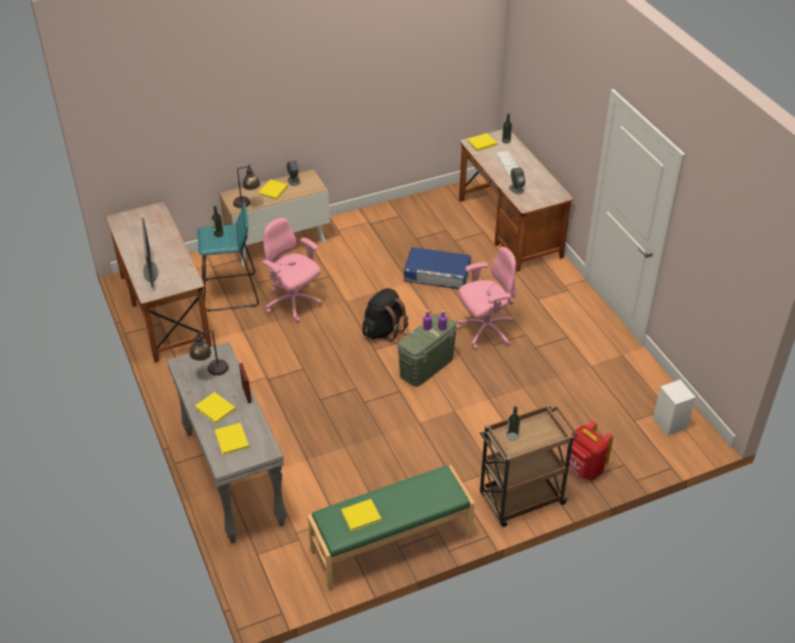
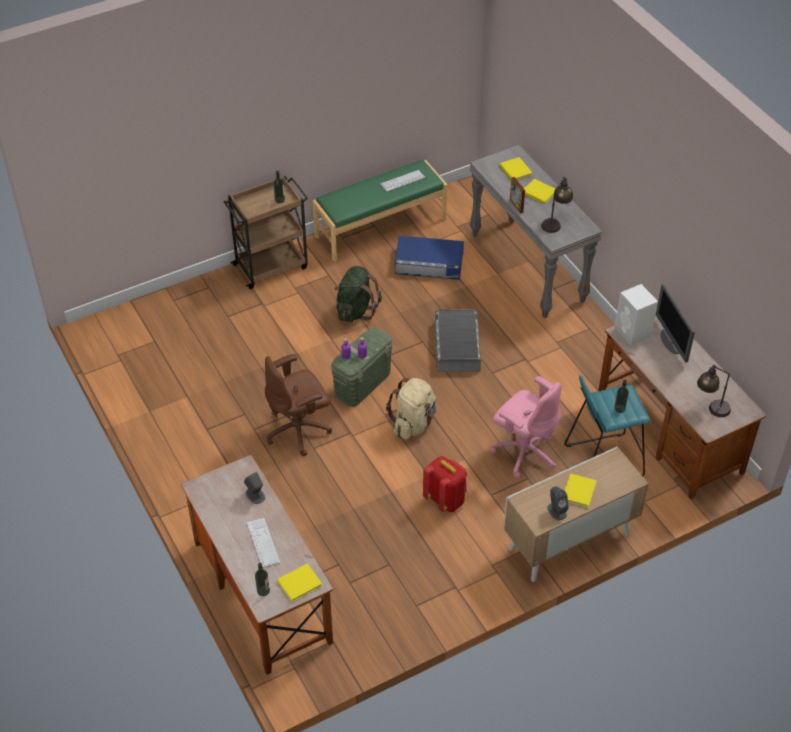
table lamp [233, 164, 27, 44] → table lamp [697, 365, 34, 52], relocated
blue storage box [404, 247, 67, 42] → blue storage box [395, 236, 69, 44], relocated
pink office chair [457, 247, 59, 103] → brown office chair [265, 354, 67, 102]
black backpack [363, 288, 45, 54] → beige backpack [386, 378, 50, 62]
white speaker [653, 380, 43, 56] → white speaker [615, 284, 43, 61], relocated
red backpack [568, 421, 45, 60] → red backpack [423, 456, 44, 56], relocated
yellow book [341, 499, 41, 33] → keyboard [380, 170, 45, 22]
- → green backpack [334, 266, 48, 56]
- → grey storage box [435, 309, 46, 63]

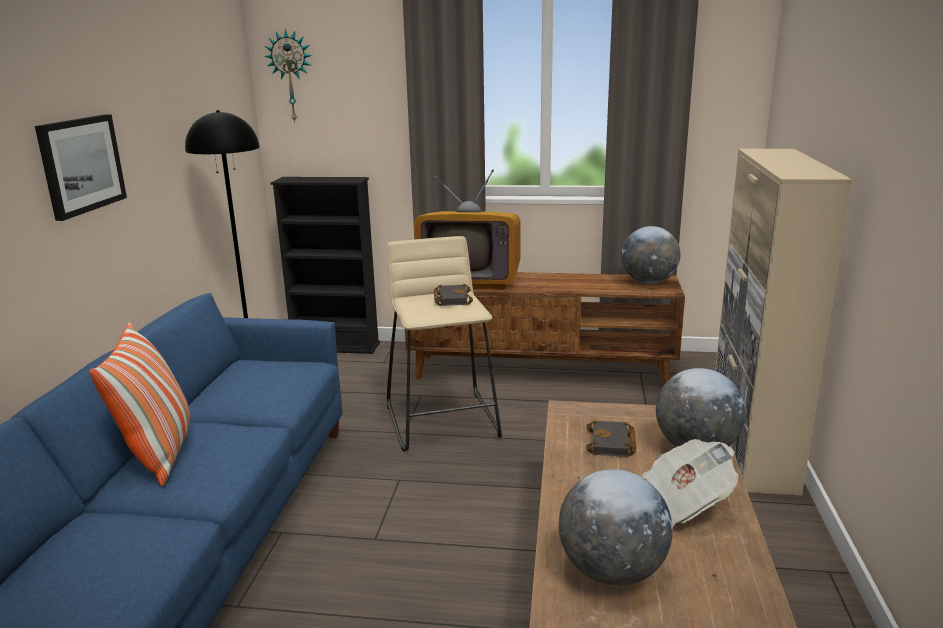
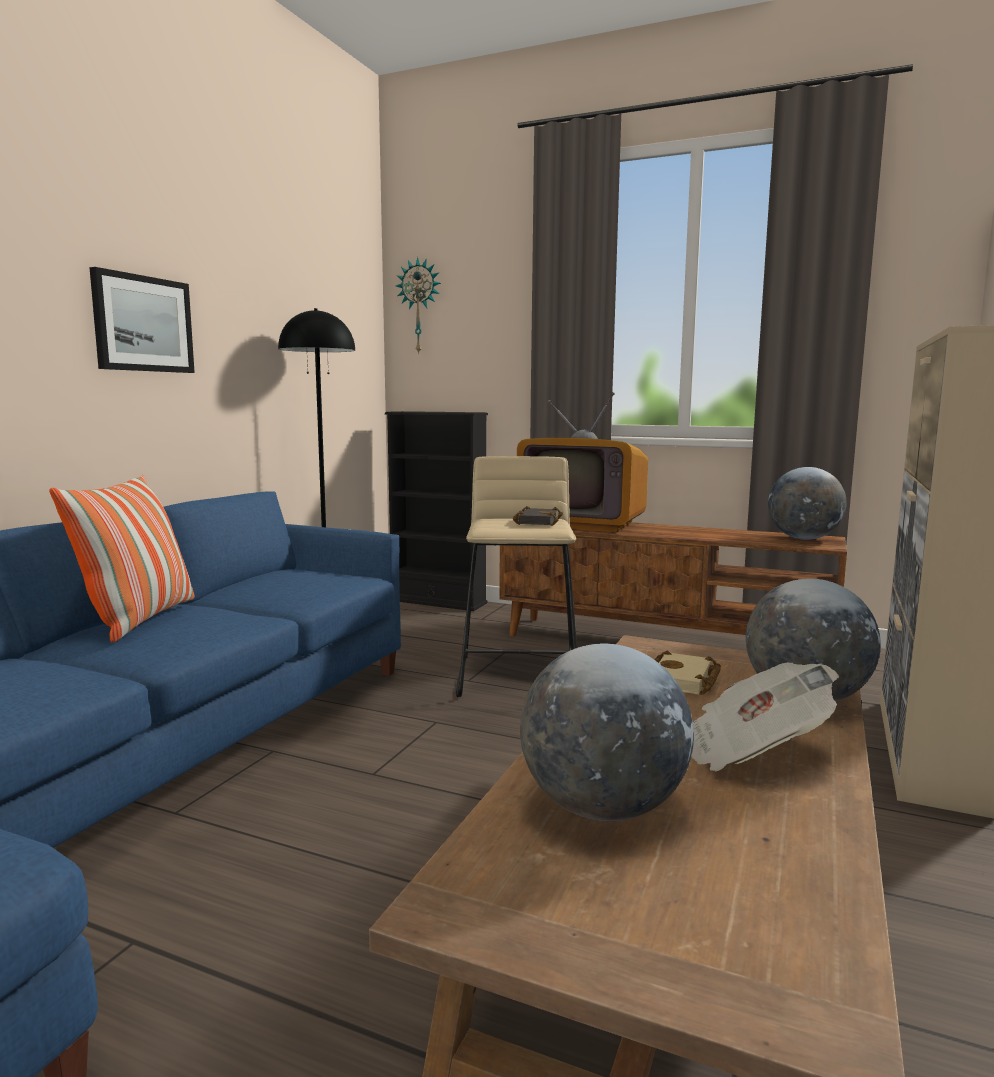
black book [586, 421, 50, 36] → beige book [655, 651, 66, 44]

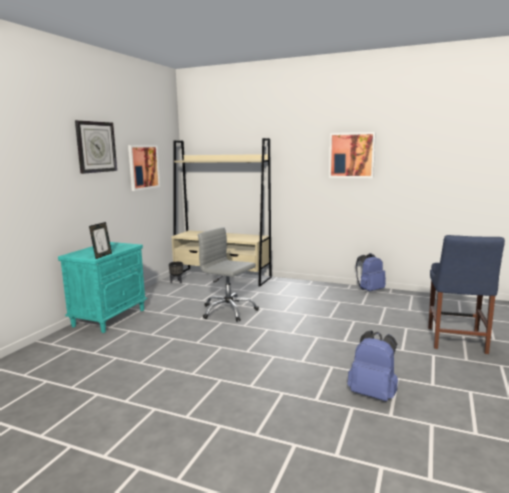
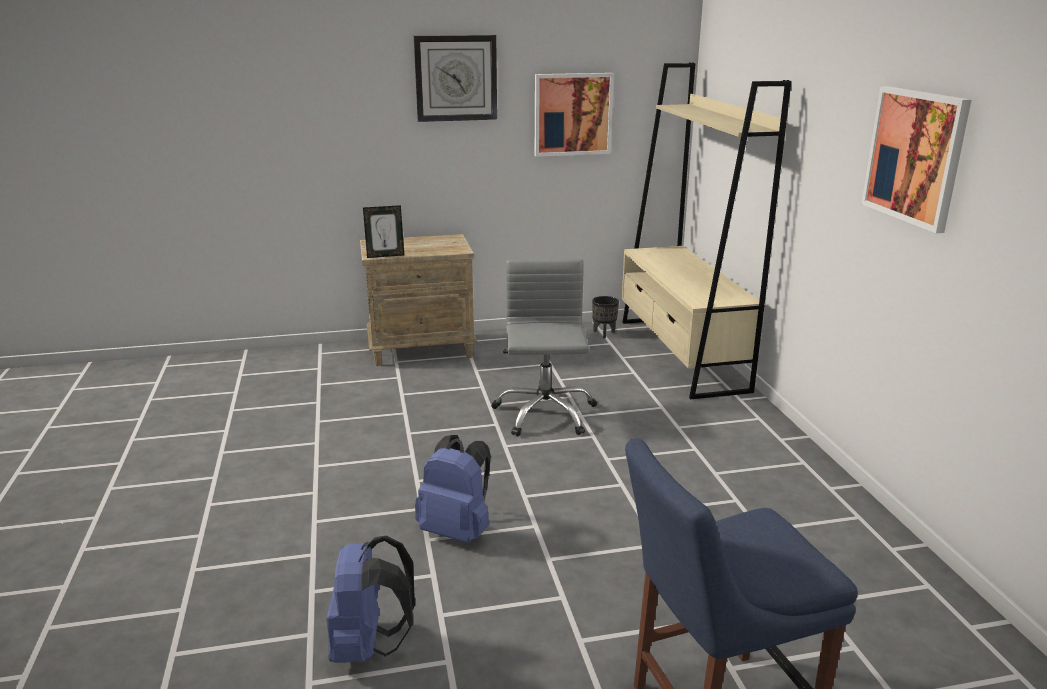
turquoise nightstand [58, 242, 90, 91] → beige nightstand [360, 234, 118, 132]
blue backpack [356, 253, 30, 38] → blue backpack [415, 435, 76, 108], relocated

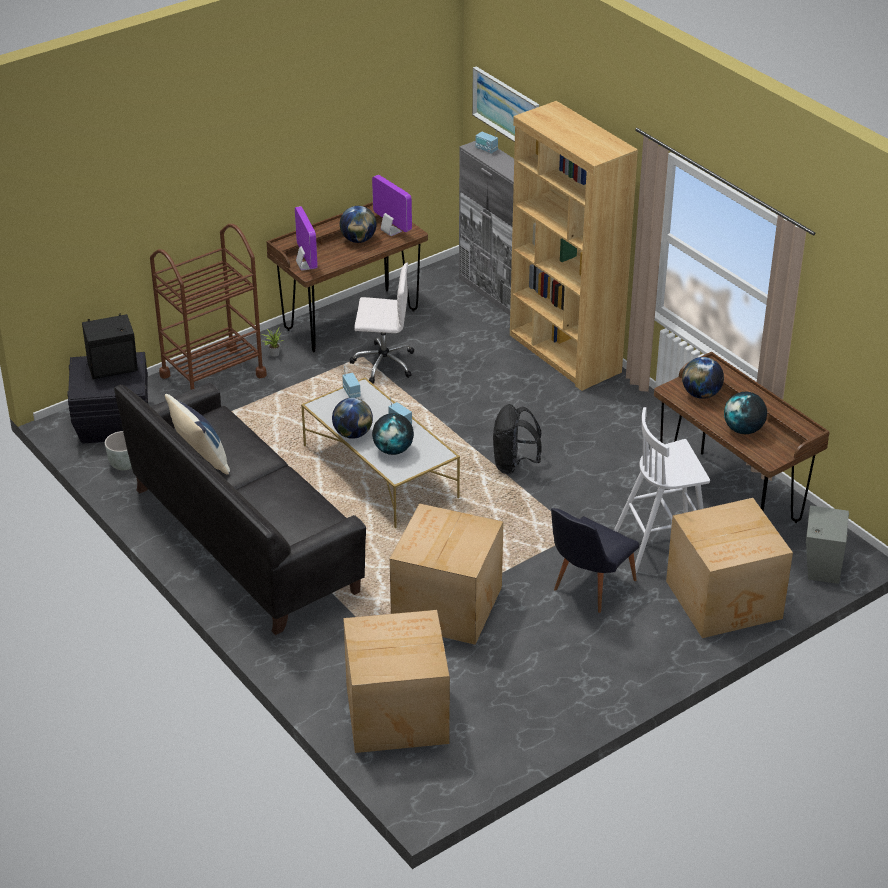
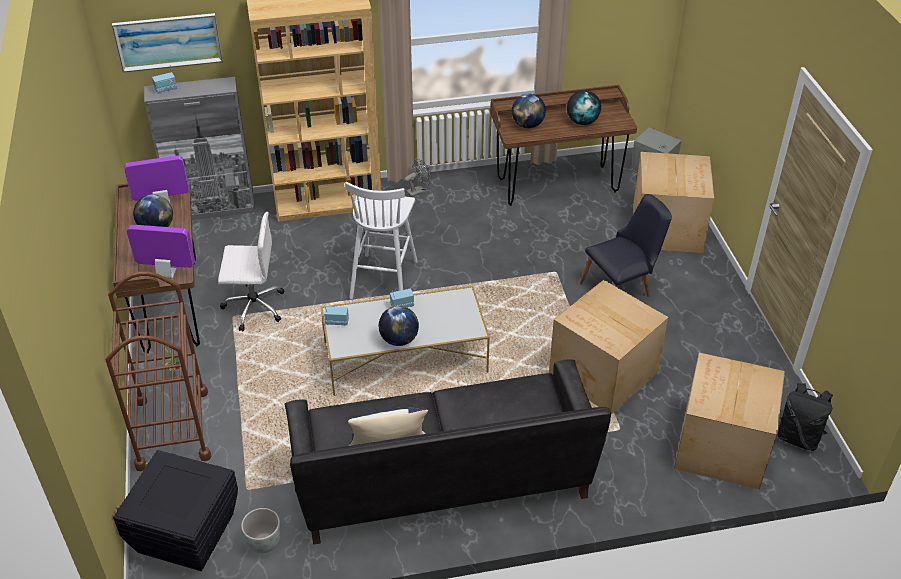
white office chair [349, 262, 65, 122] → white office chair [218, 212, 66, 120], 60 degrees clockwise
black speaker [82, 313, 56, 66] → -
black backpack [493, 404, 49, 71] → black backpack [777, 383, 56, 68], relocated
white stool [614, 407, 96, 166] → white stool [345, 181, 73, 118], relocated
globe [372, 413, 42, 42] → -
black chair [551, 508, 89, 105] → black chair [580, 194, 92, 103], 90 degrees counterclockwise
- → grey fan [404, 158, 27, 39]

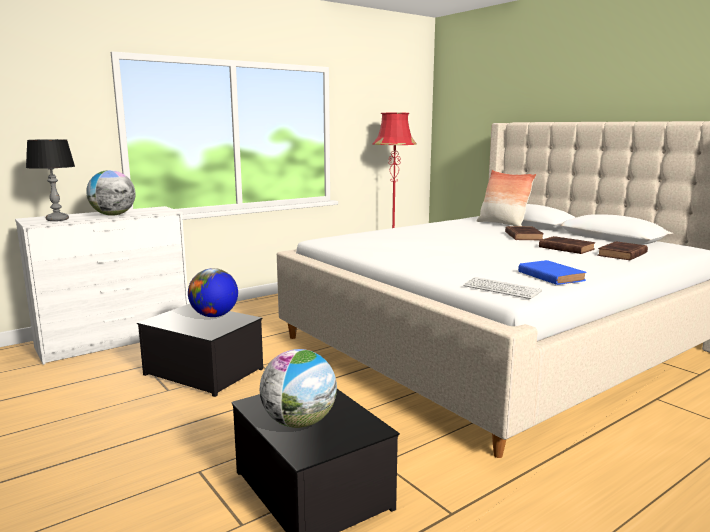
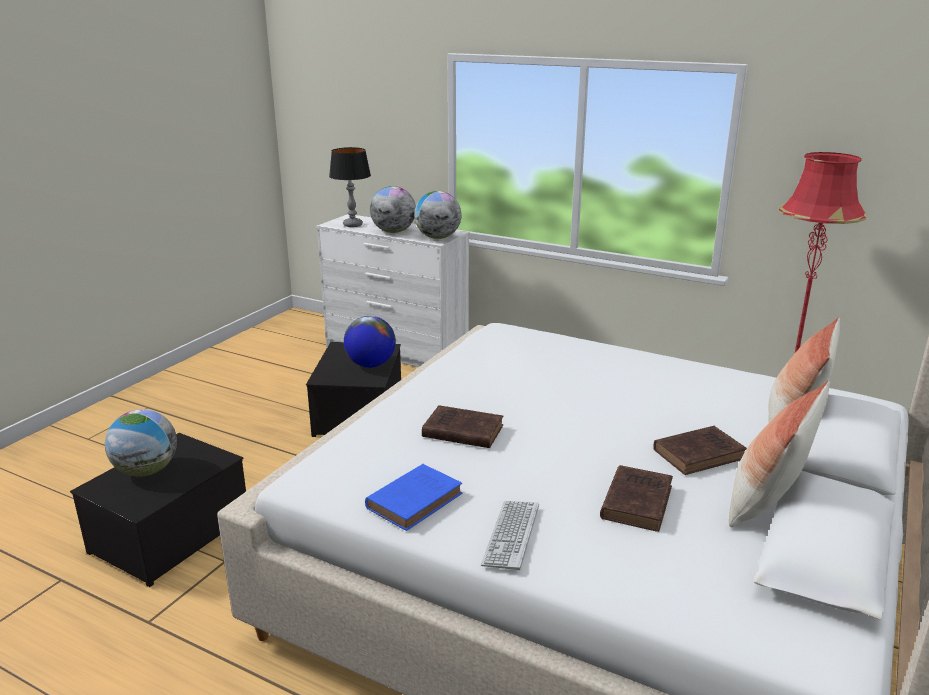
brown book [597, 241, 51, 19] → brown book [422, 405, 81, 43], relocated
keyboard [463, 277, 79, 22] → keyboard [481, 501, 58, 69], relocated
- → globe [414, 191, 48, 48]
- → pillow [729, 381, 101, 146]

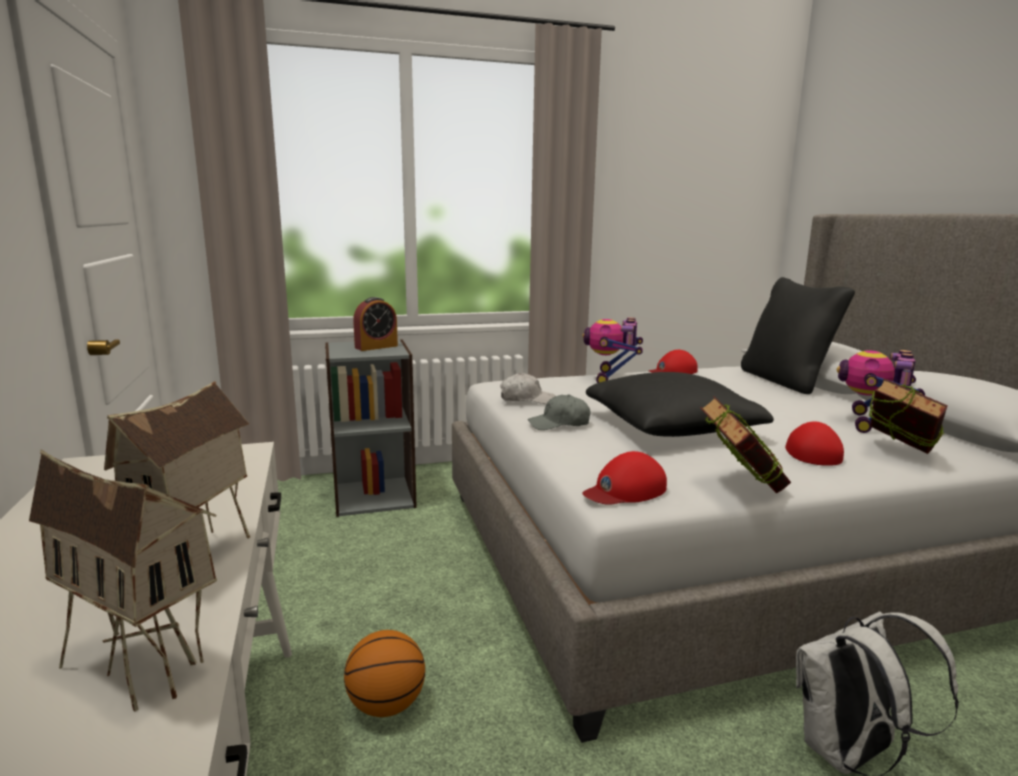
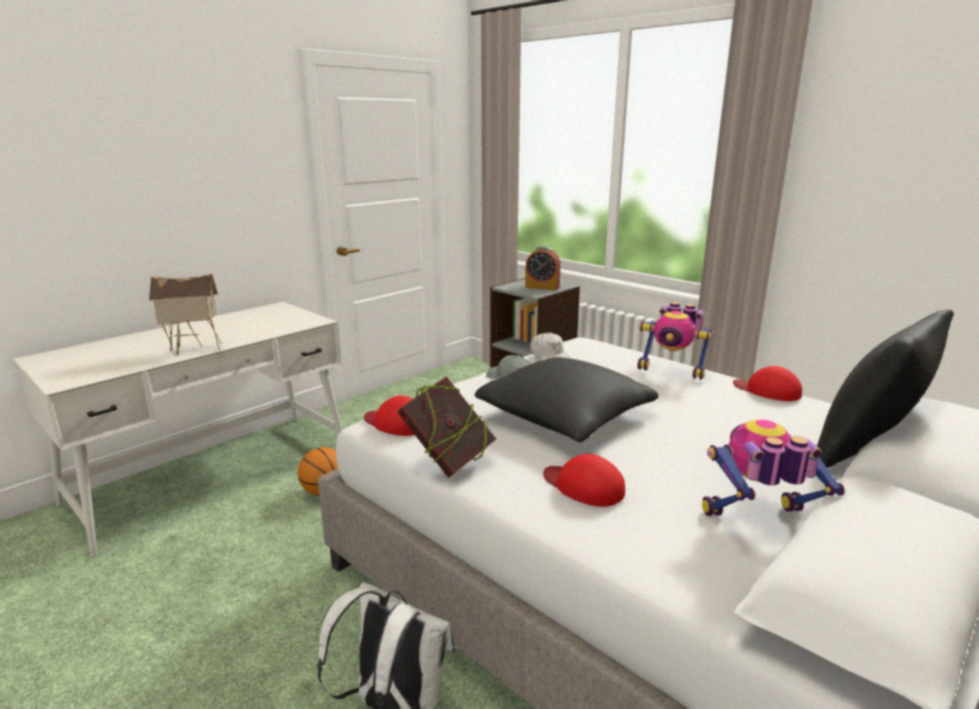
toy robot [582, 317, 61, 66] → toy robot [637, 302, 76, 78], 135 degrees counterclockwise
book [869, 378, 79, 76] → -
red cap [785, 422, 59, 44] → red cap [543, 454, 82, 53], 120 degrees counterclockwise
toy house [29, 450, 188, 262] → -

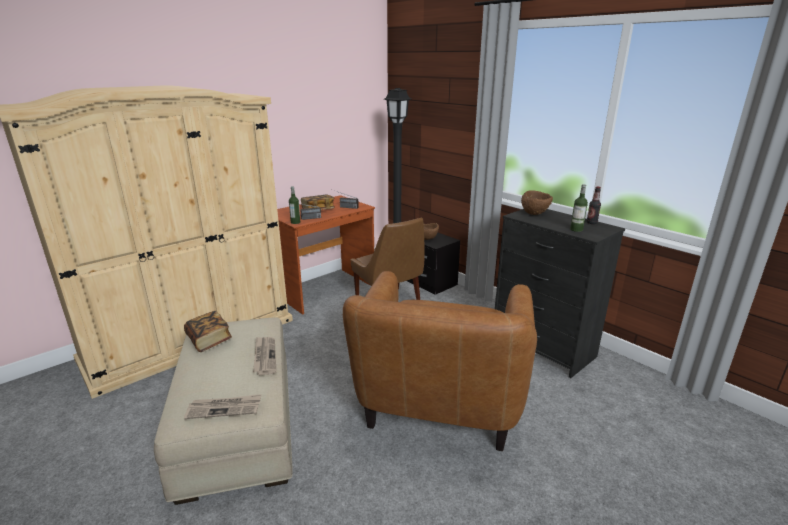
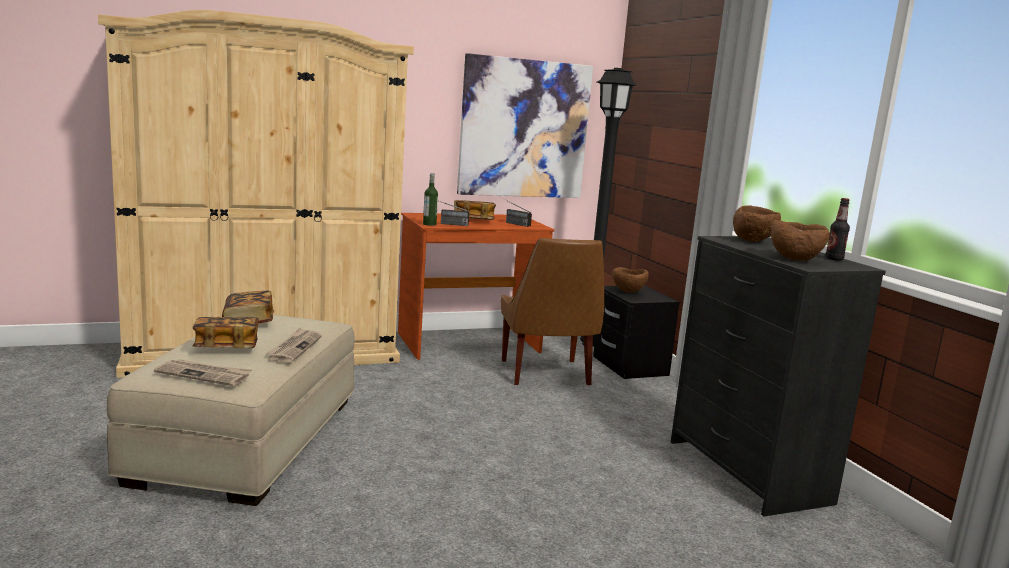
bottle [570, 184, 18, 48] → brown bowl [771, 220, 59, 41]
brown armchair [343, 271, 194, 180] → -
- → picture [457, 53, 136, 145]
- → book [193, 317, 66, 31]

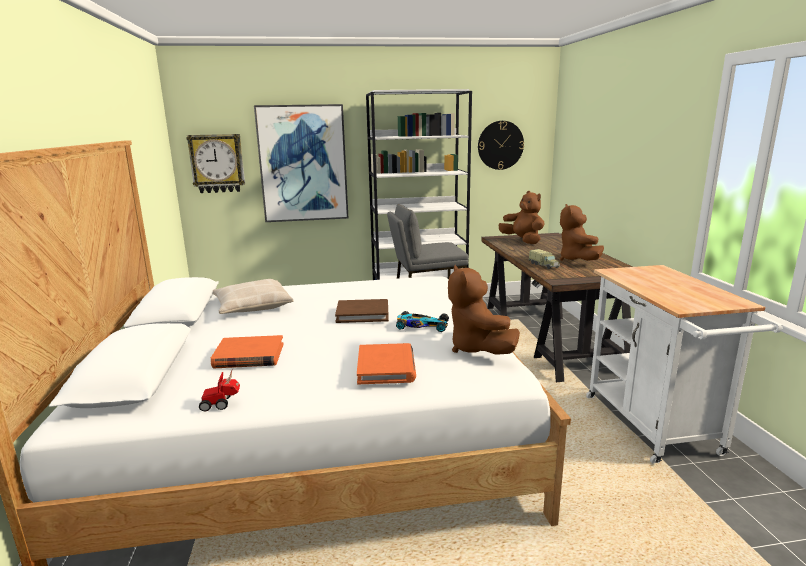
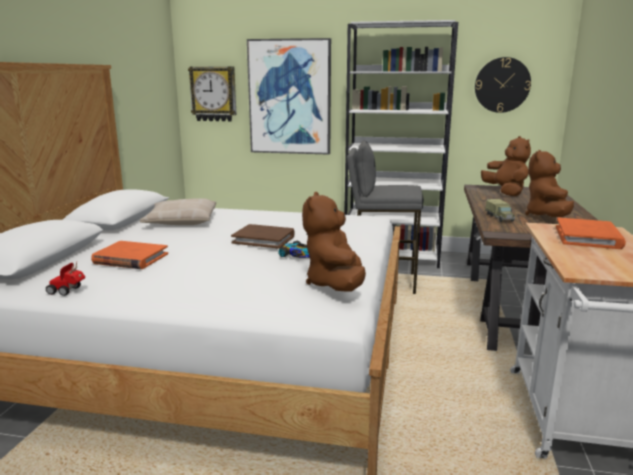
orange book [357, 343, 59, 41] → orange book [556, 217, 70, 32], relocated

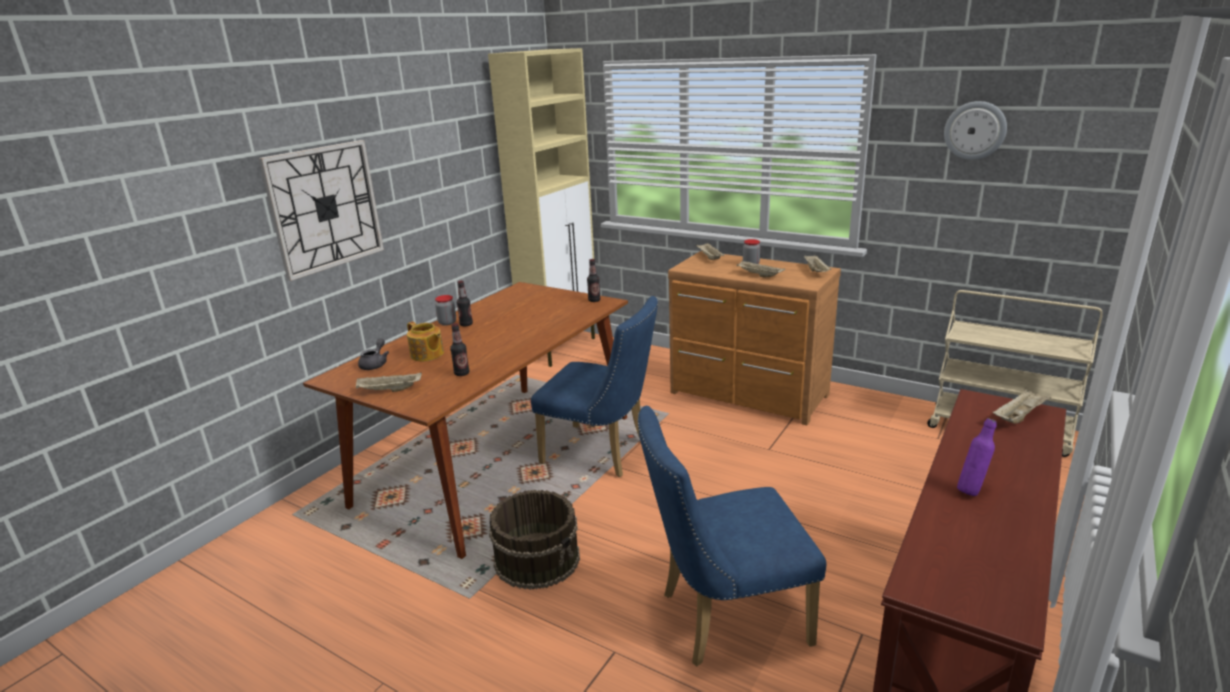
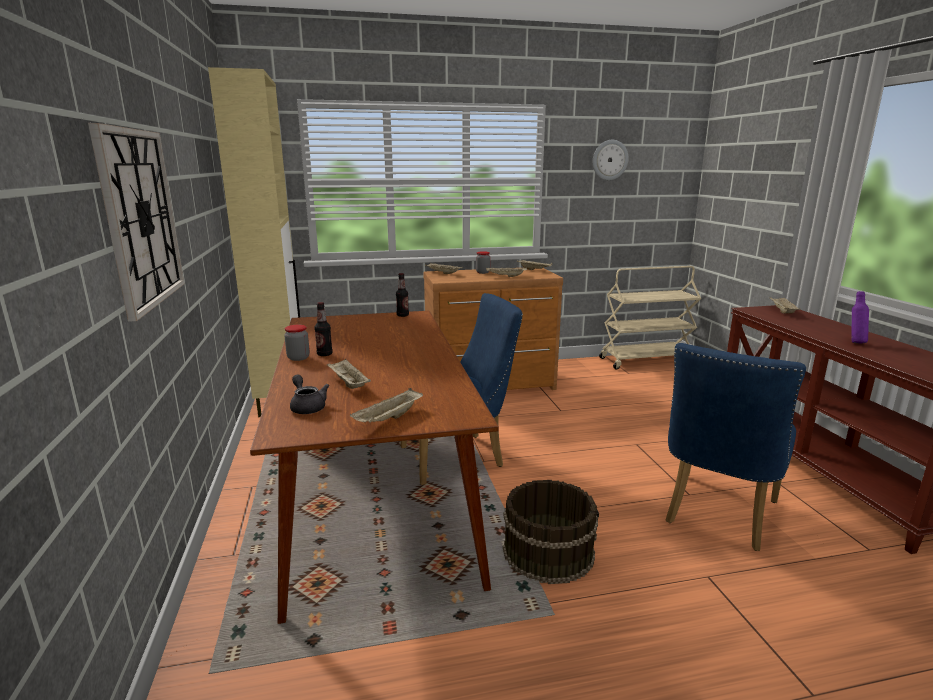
teapot [407, 322, 37, 39] → beige tray [327, 359, 44, 30]
bottle [450, 323, 19, 53] → -

